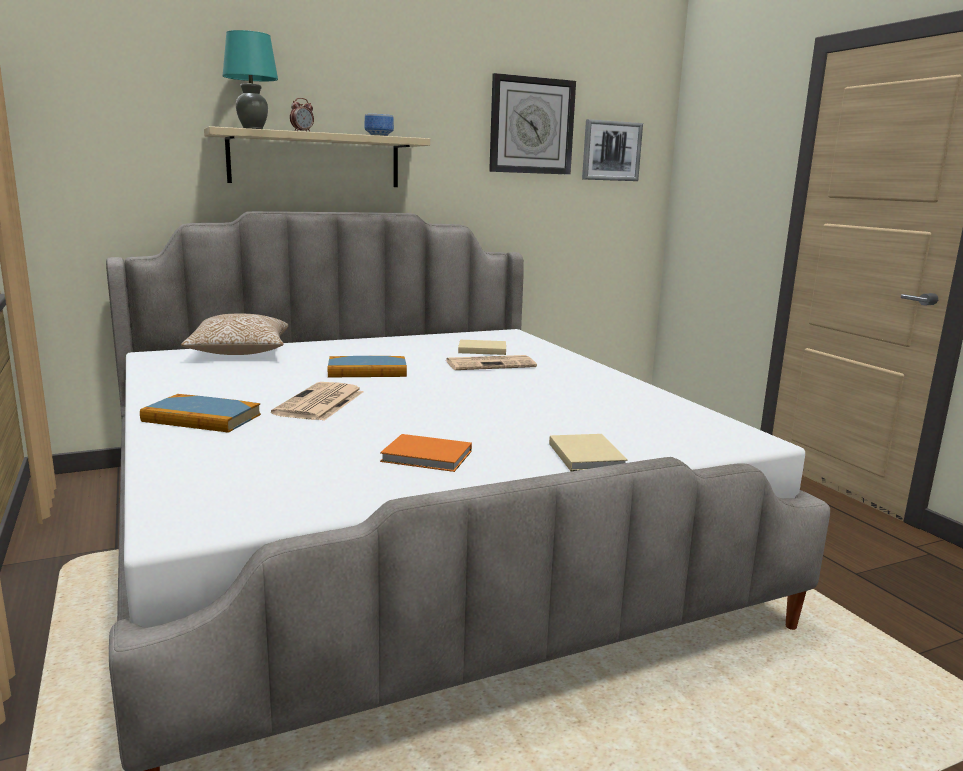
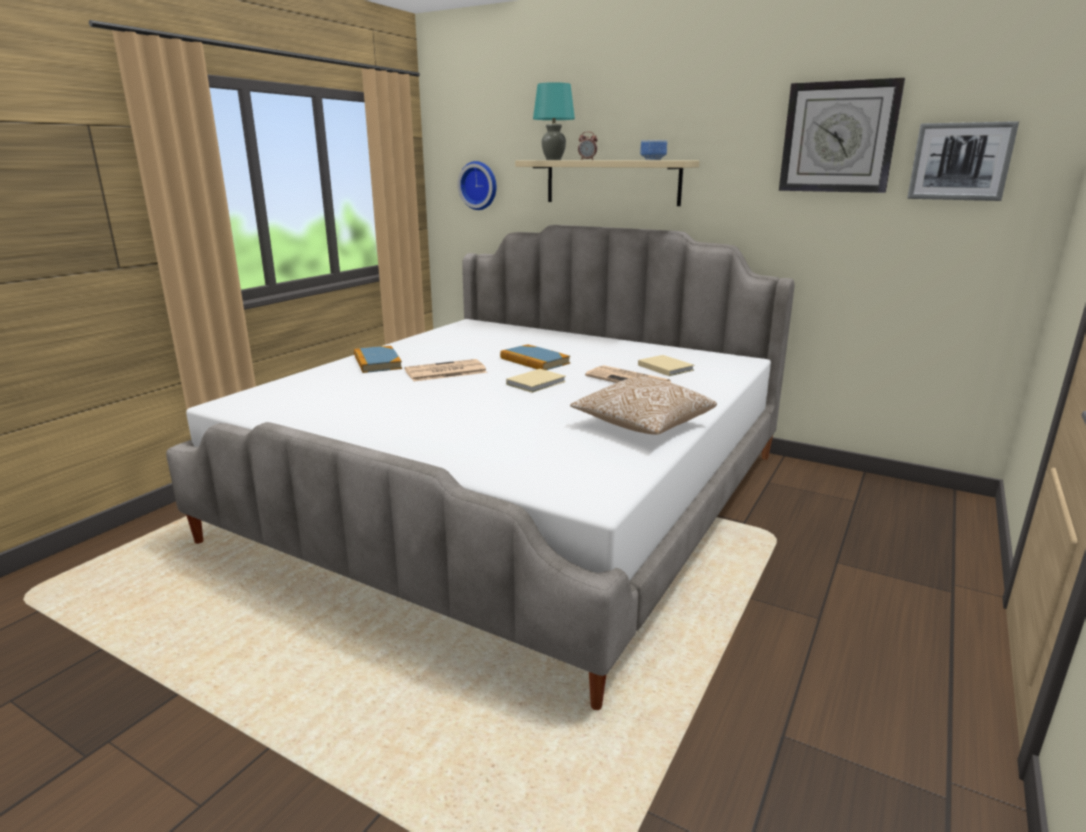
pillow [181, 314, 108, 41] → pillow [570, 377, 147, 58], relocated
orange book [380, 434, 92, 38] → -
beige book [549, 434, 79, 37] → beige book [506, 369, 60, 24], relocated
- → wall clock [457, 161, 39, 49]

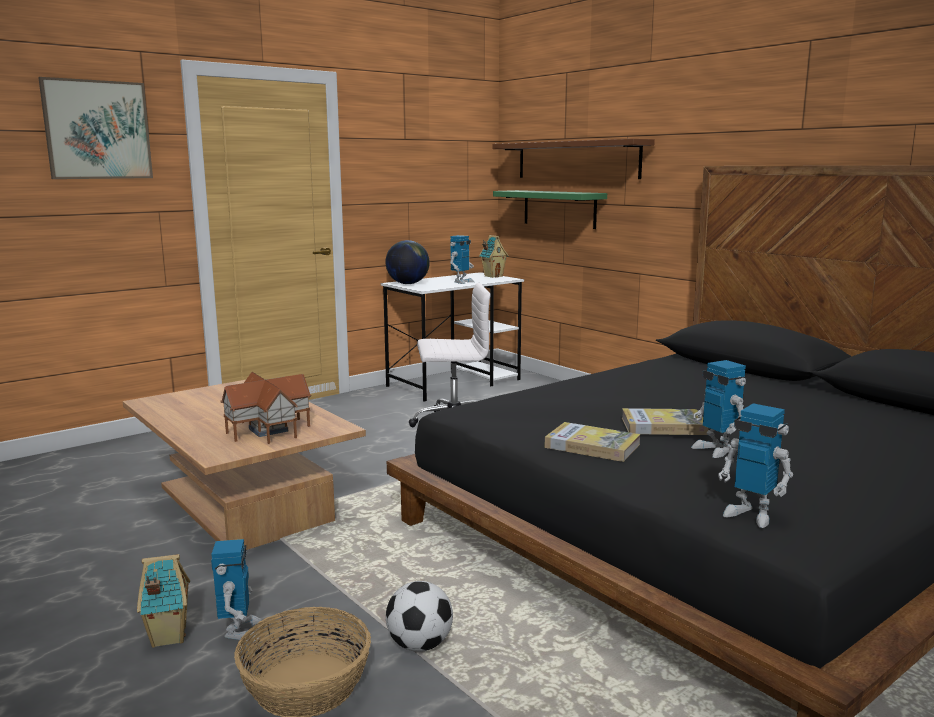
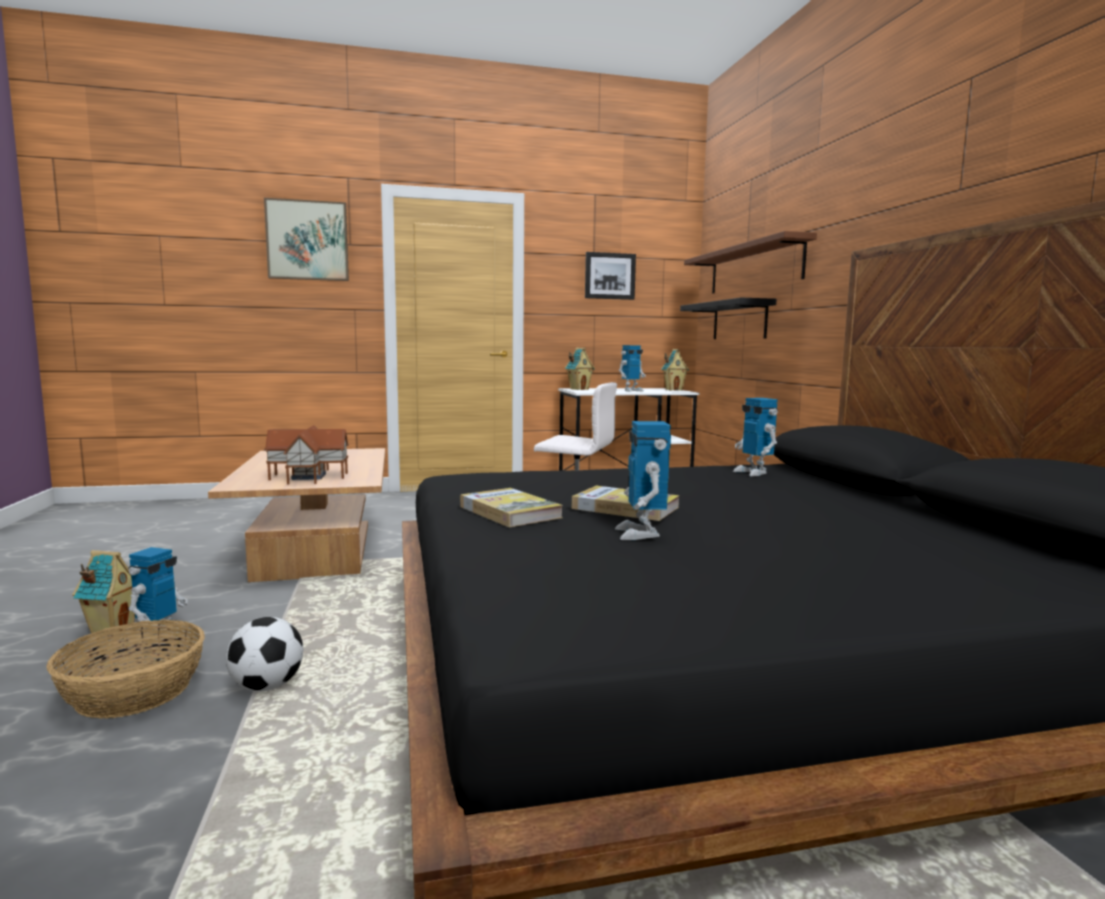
green shelf [493, 190, 114, 39] → black shelf [680, 298, 97, 41]
globe [385, 240, 45, 44] → toy house [565, 348, 30, 42]
toy robot [718, 403, 75, 125] → toy robot [733, 398, 45, 79], relocated
- → picture [585, 252, 51, 48]

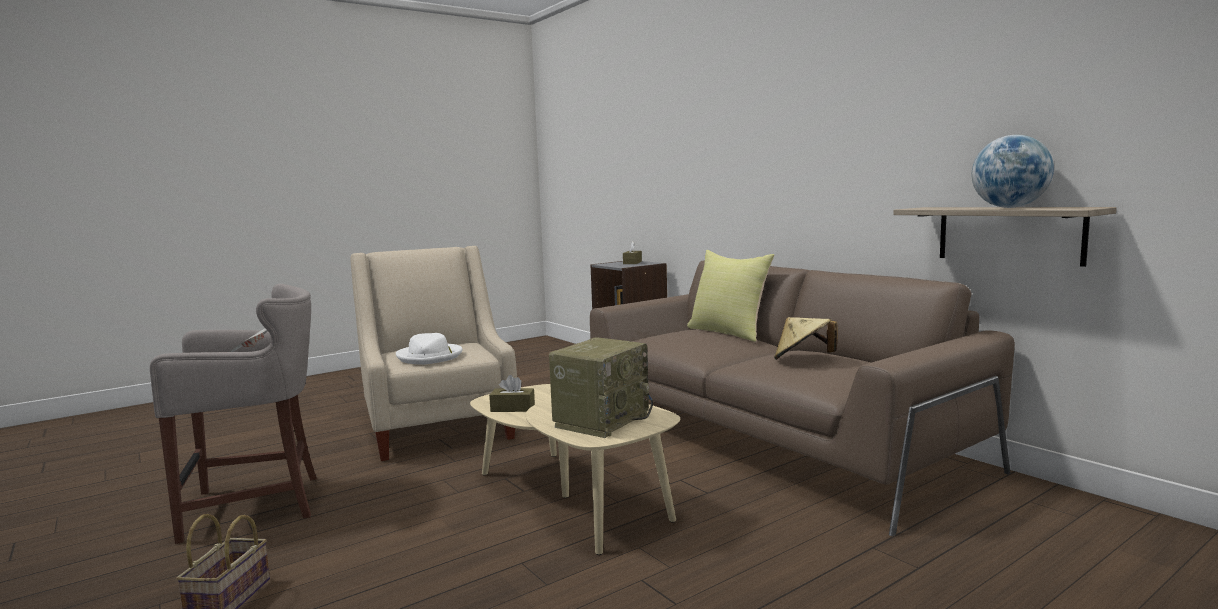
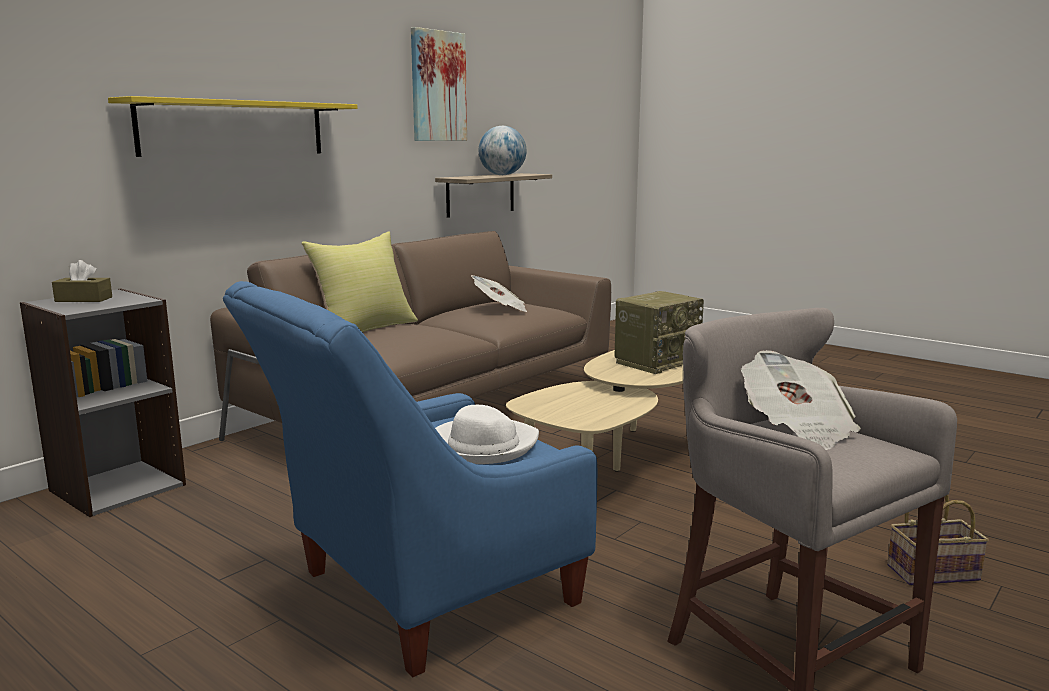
beige armchair [350, 246, 167, 215] → blue armchair [223, 281, 374, 396]
beige hat [774, 317, 63, 43] → newspaper [471, 275, 56, 37]
radio [549, 337, 104, 101] → radio [615, 291, 89, 83], 120 degrees clockwise
brown tissue box [489, 375, 46, 37] → -
- → picture [411, 27, 56, 114]
- → yellow shelf [108, 96, 249, 61]

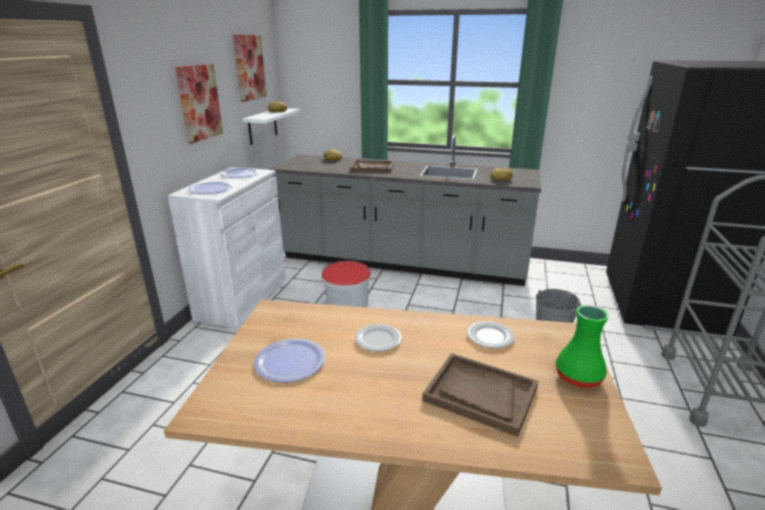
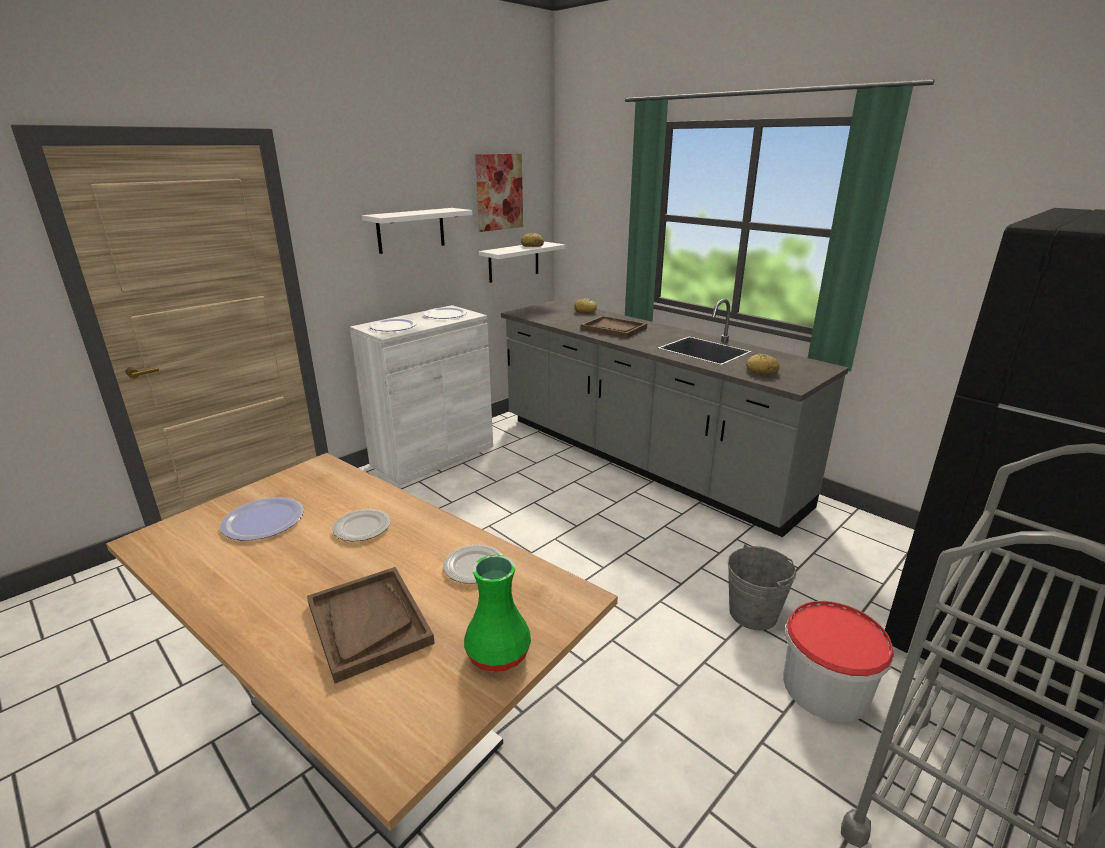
picture [175, 64, 48, 80] → white shelf [362, 208, 110, 46]
bucket [321, 261, 50, 46] → bucket [783, 601, 111, 122], relocated

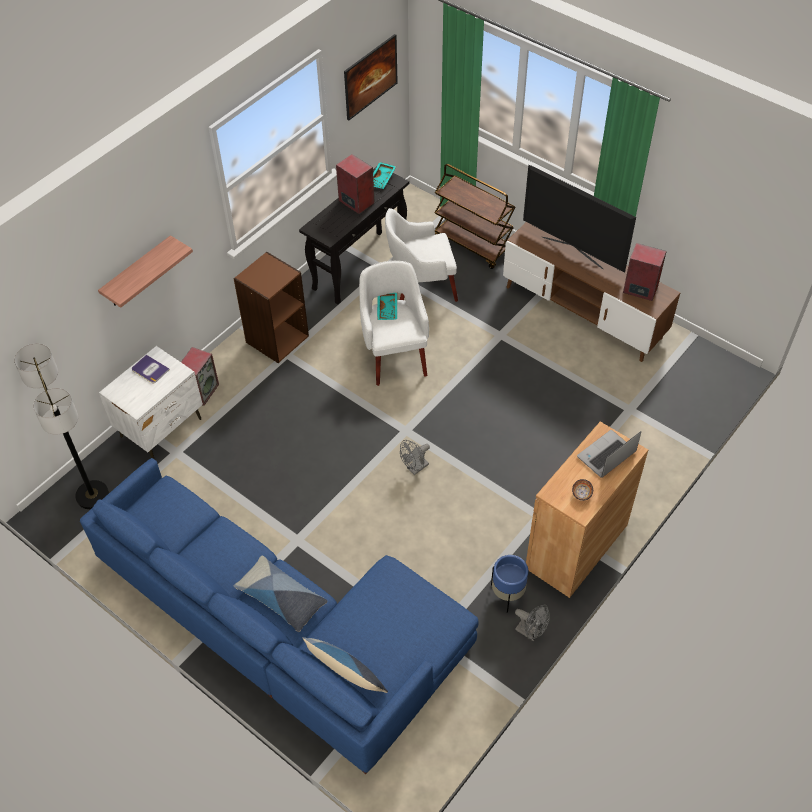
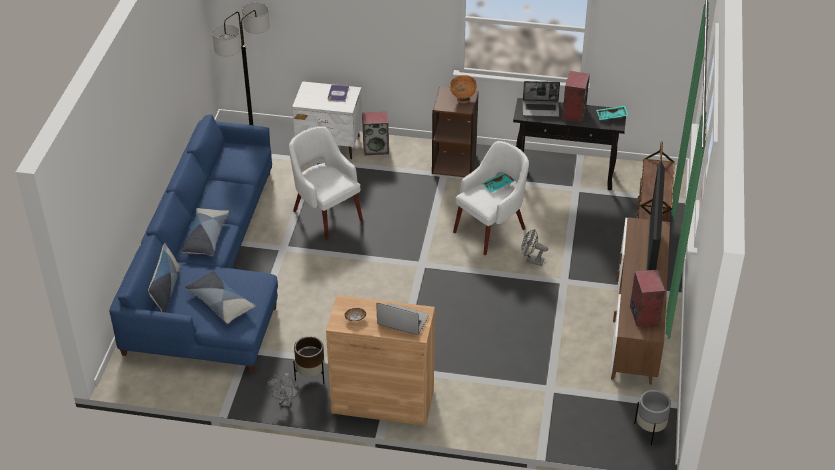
picture [344, 34, 54, 87] → -
white armchair [385, 208, 73, 94] → white armchair [289, 126, 74, 114], relocated
shelf [98, 235, 95, 73] → -
grey fan [400, 440, 30, 35] → grey fan [521, 229, 27, 37], relocated
blue planter [491, 555, 37, 57] → brown planter [293, 336, 32, 48]
- → orange bowl [450, 75, 27, 28]
- → laptop [523, 81, 37, 36]
- → pillow [185, 271, 71, 53]
- → grey planter [634, 390, 37, 55]

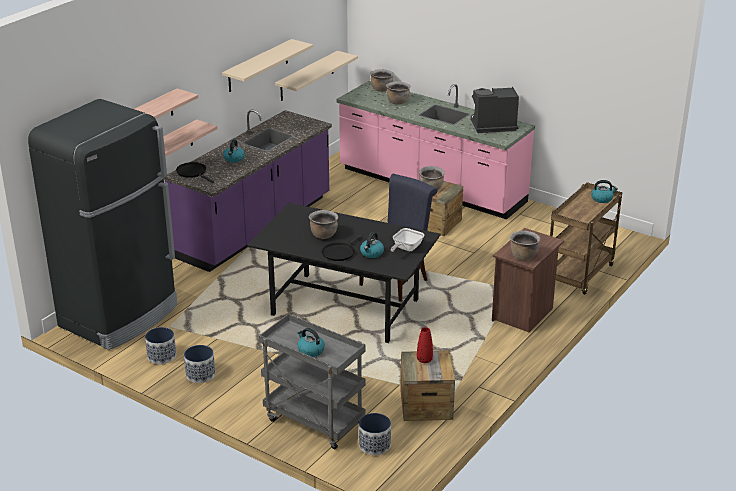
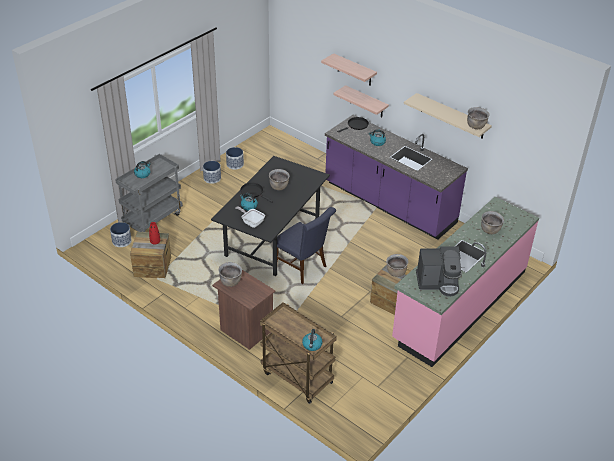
beige shelf [275, 51, 83, 50] → -
brown cooking pot [370, 69, 24, 23] → brown cooking pot [467, 107, 23, 22], relocated
coffee machine [471, 87, 48, 46] → coffee machine [416, 246, 46, 51], 90 degrees clockwise
black fridge [28, 99, 150, 251] → -

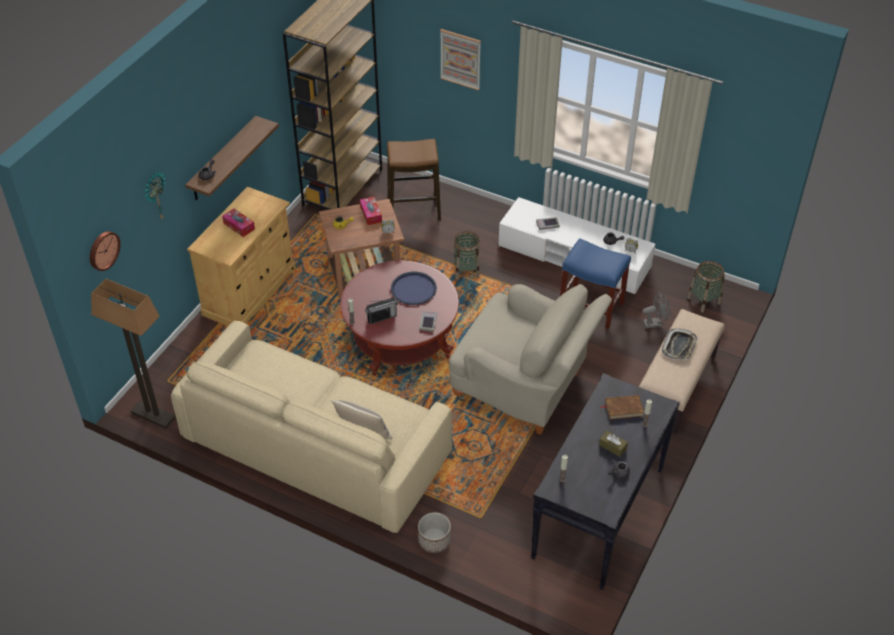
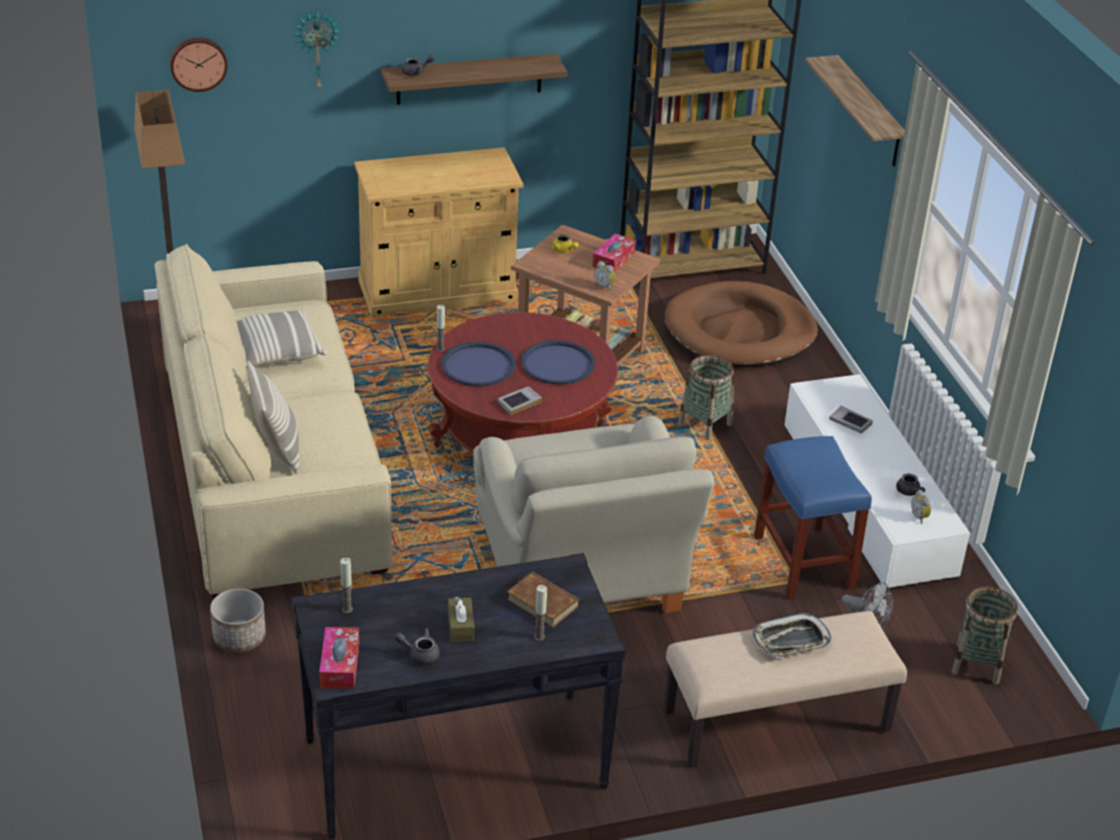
picture [440, 29, 41, 62] → shelf [805, 55, 100, 112]
stool [387, 139, 54, 82] → brown dog bed [665, 281, 153, 86]
tissue box [222, 208, 33, 29] → tissue box [319, 627, 40, 62], relocated
radio [365, 298, 33, 26] → blue tray [441, 342, 75, 44]
- → pillow [237, 310, 90, 57]

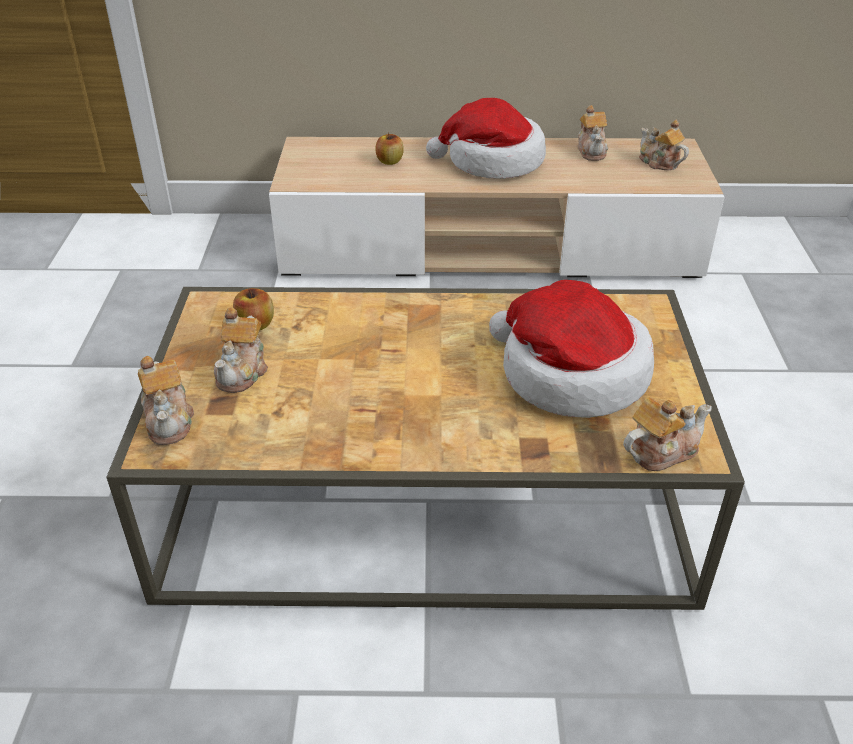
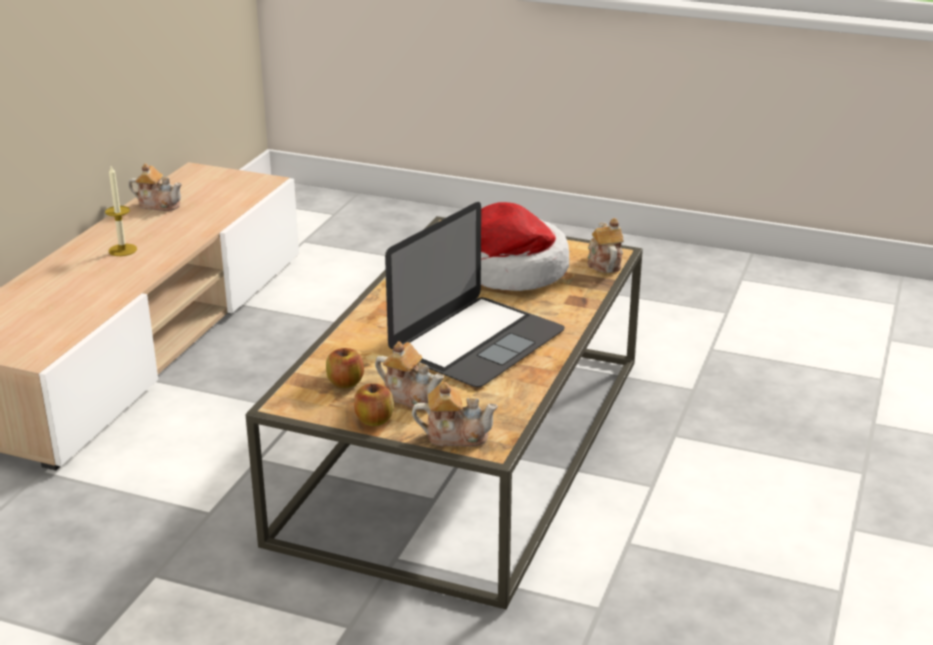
hat [426, 98, 120, 81] → candle [105, 166, 32, 90]
teapot [639, 120, 50, 50] → -
apple [375, 132, 29, 33] → apple [354, 383, 40, 43], relocated
- → laptop [385, 202, 180, 185]

